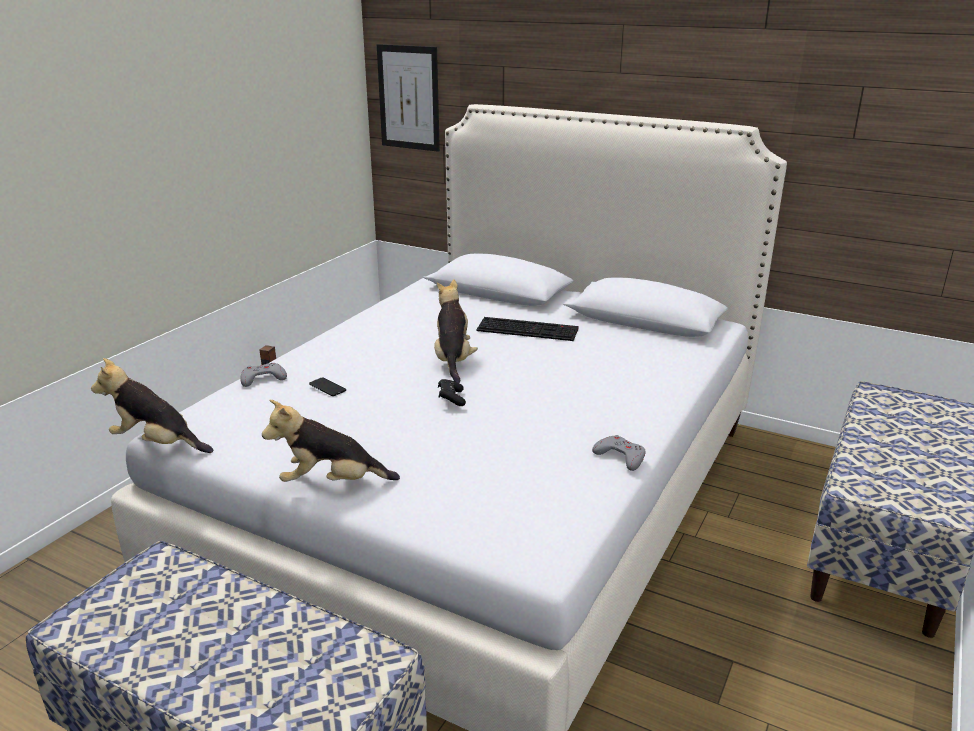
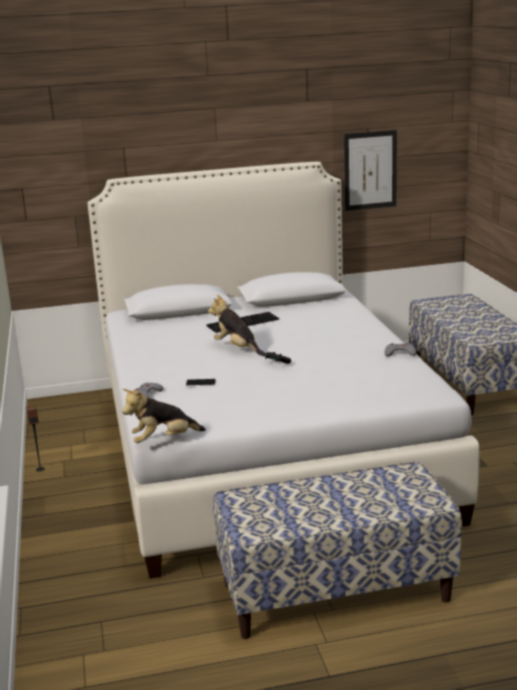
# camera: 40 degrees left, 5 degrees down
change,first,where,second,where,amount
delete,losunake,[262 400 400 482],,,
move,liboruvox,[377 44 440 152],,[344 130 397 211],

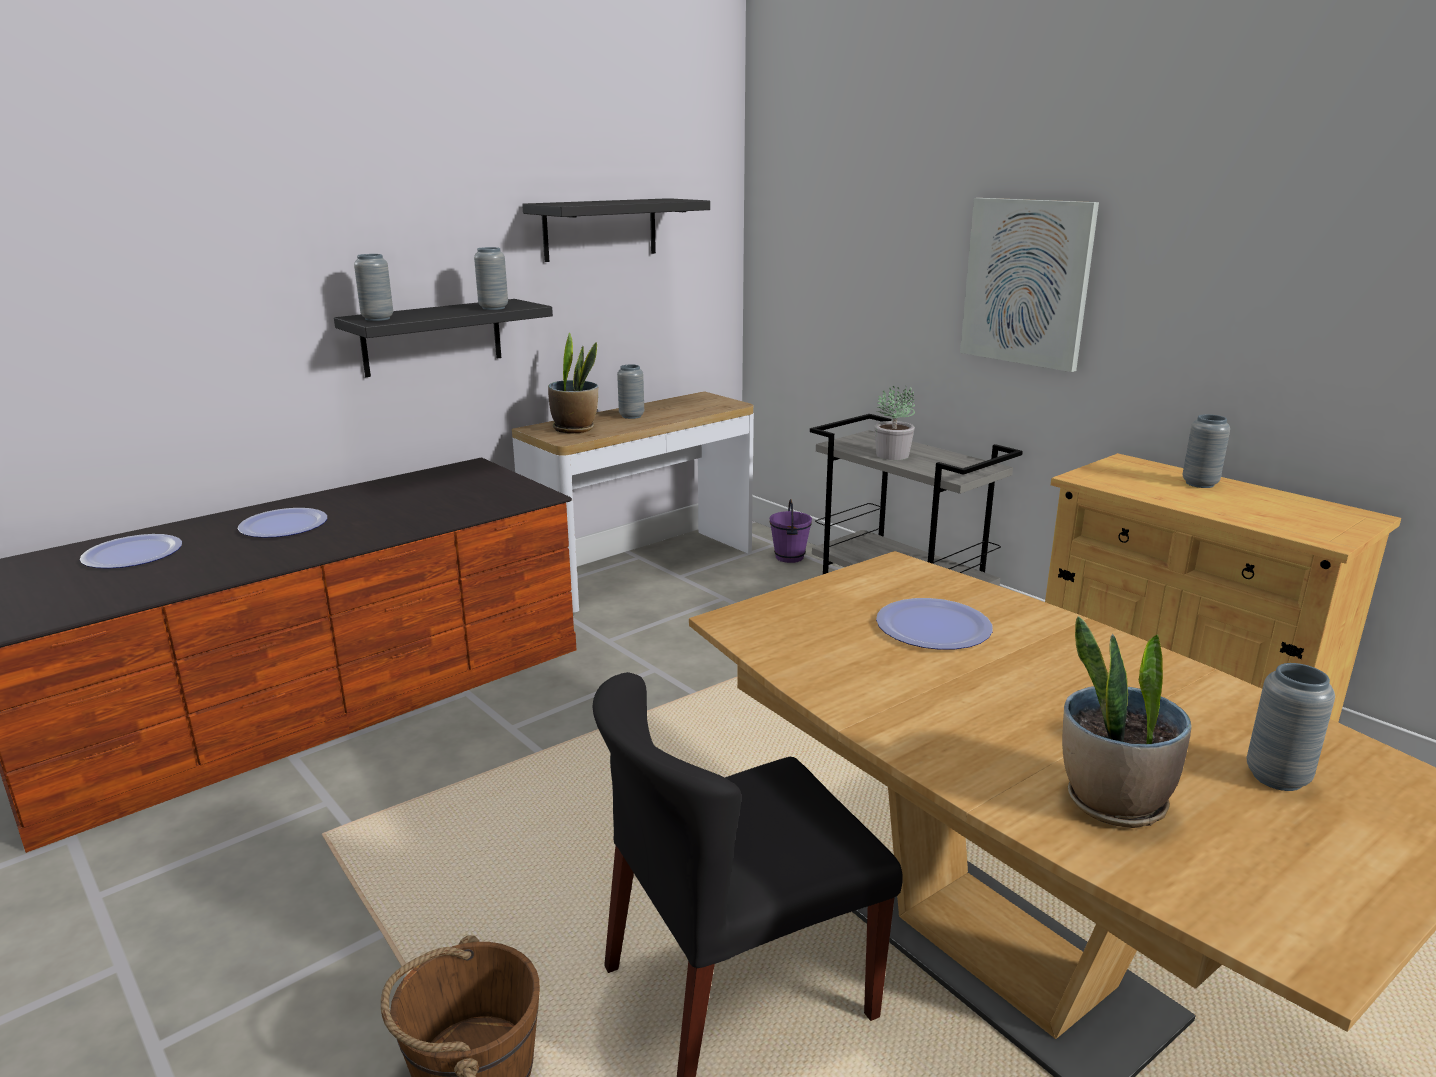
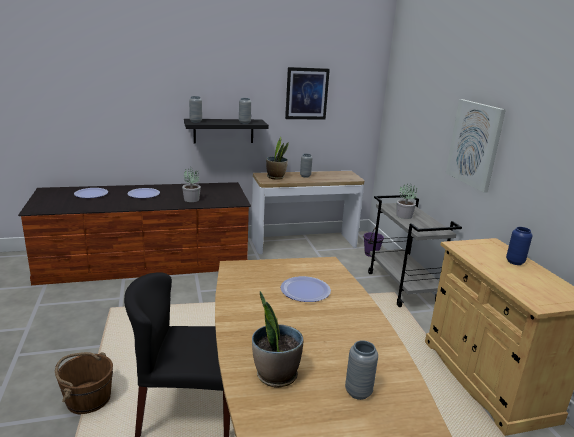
# camera: 25 degrees right, 0 degrees up
change,first,where,second,where,amount
insert,,,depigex,[182 168 201 202],
replace,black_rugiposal,[522 198 710 262],liboruvox,[285 67 330 120],
recolor,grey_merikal,[1183 414 1230 488],blue_merikal,[506 227 532 265],

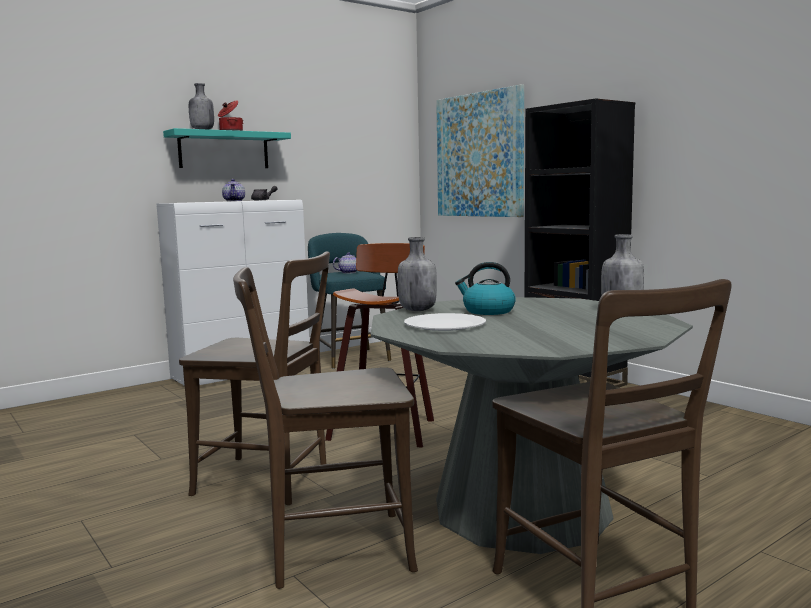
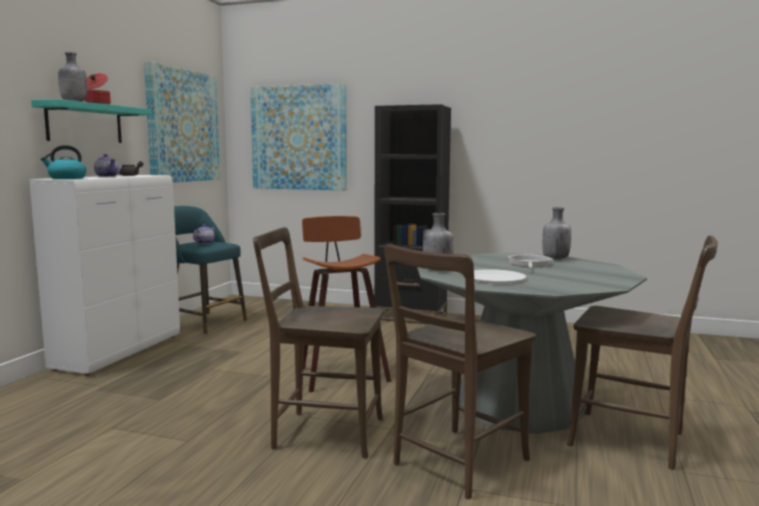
# camera: 35 degrees left, 0 degrees up
change,first,where,second,where,amount
insert,,,liboruvox,[144 61 220 183],
insert,,,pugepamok,[508 254 552 269],
move,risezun,[455 262 516 315],,[41 145 86 179],
rotate,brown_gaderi,[179 252 330 505],,[253 227 384 458],150 degrees counterclockwise

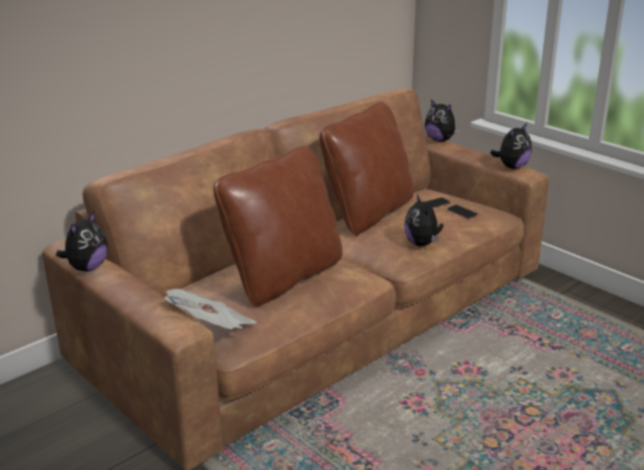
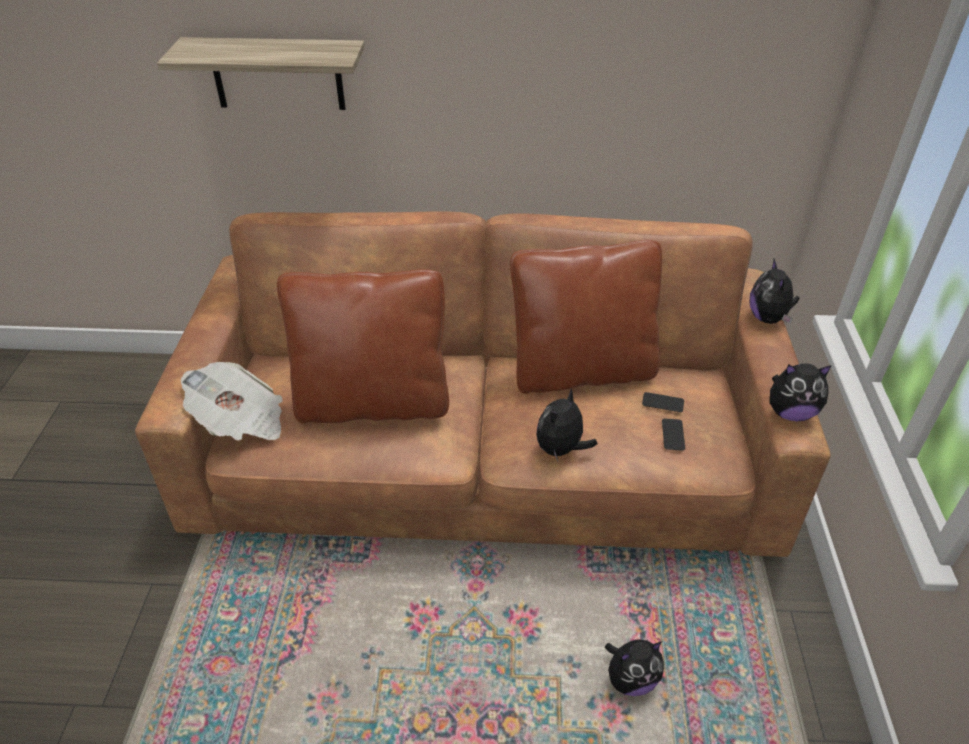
# camera: 45 degrees right, 15 degrees up
change,first,where,second,where,amount
insert,,,rugiposal,[157 37 365 110],
move,losunake,[56 212 108 271],,[605 639 664 696],

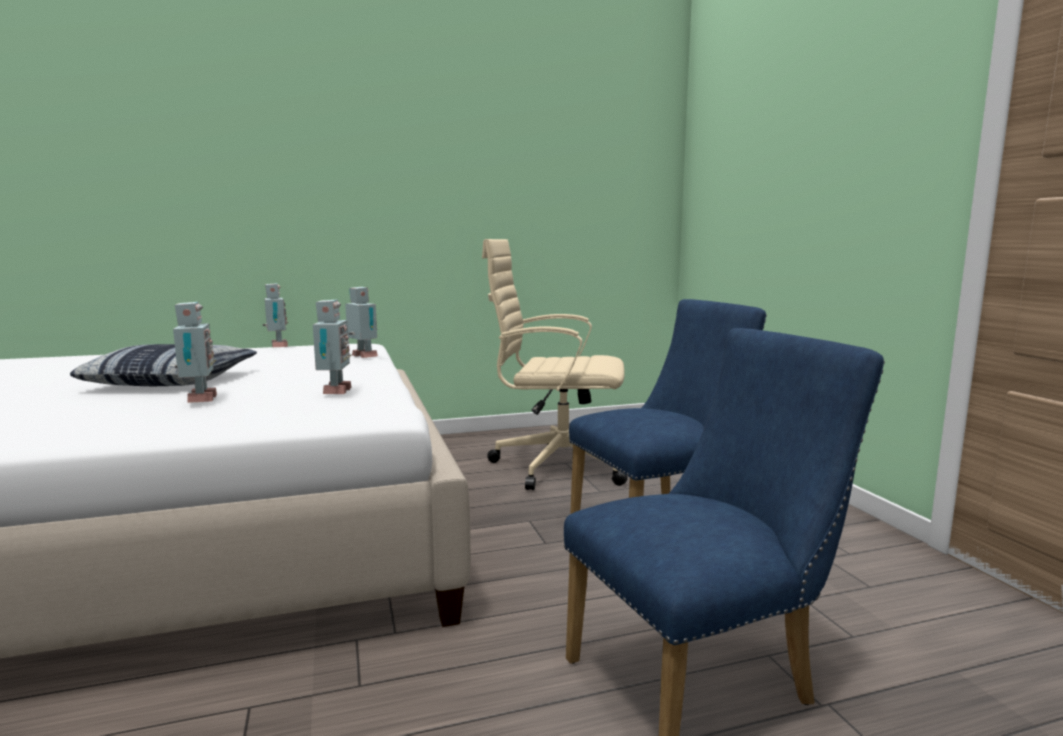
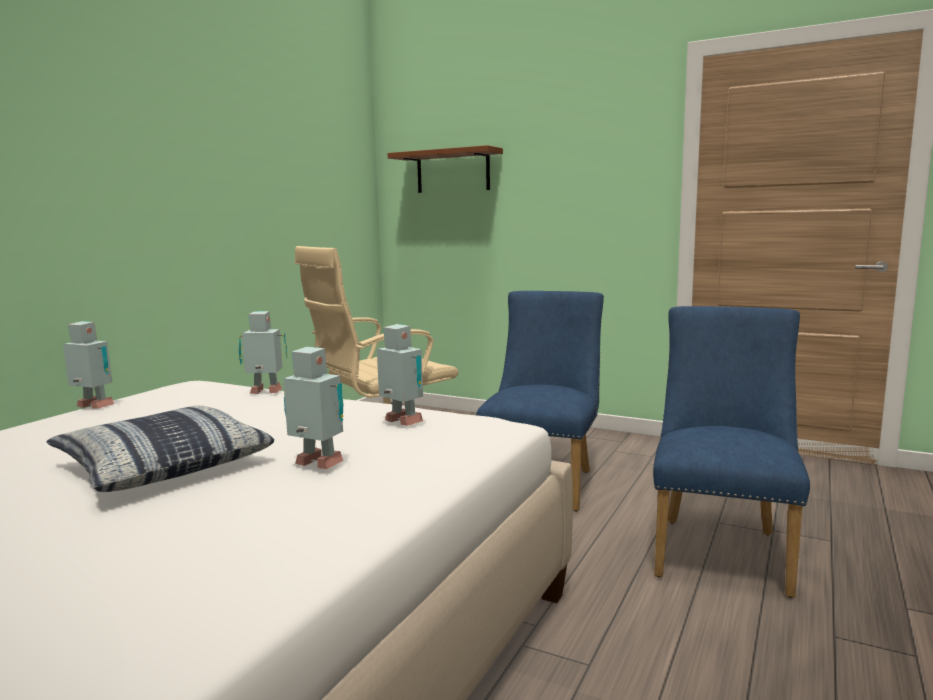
# camera: 45 degrees left, 0 degrees up
change,first,where,second,where,amount
insert,,,brown_rugiposal,[388 145 503 193],

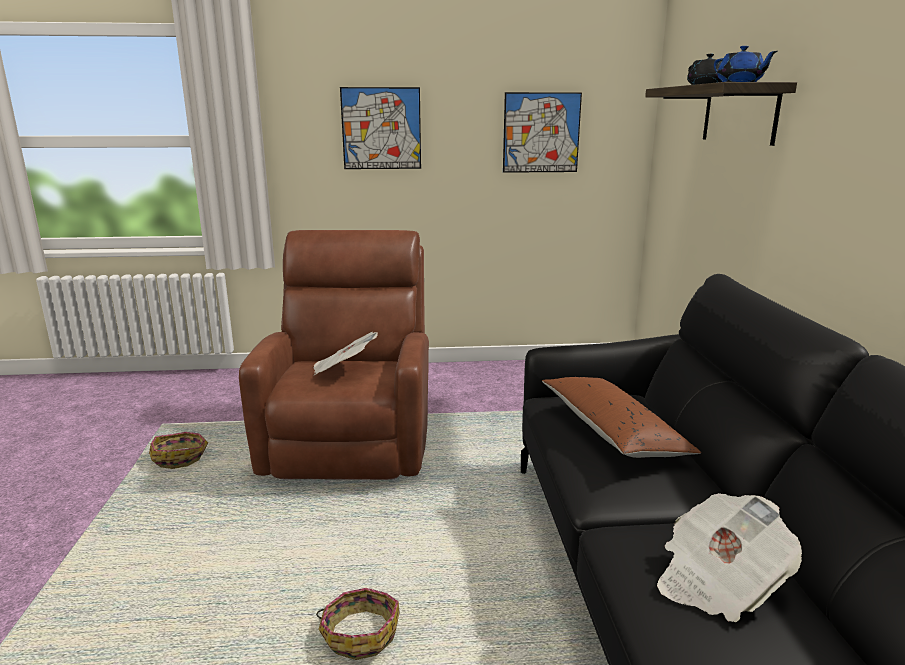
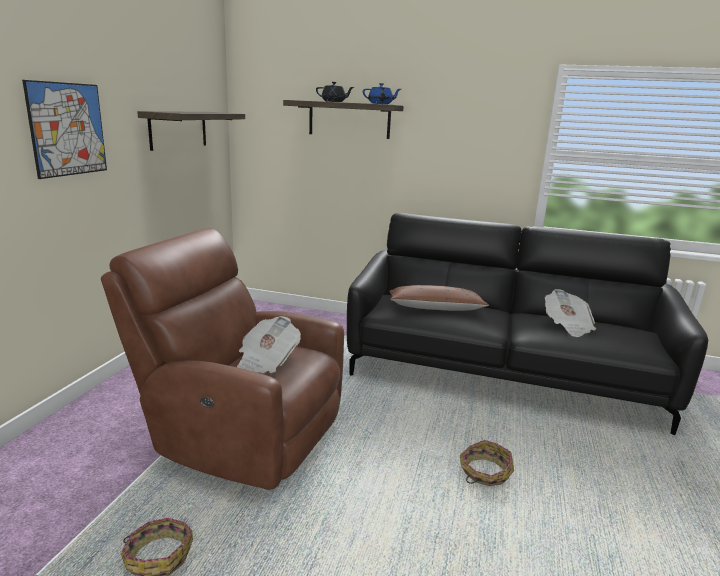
# camera: 70 degrees left, 0 degrees up
change,first,where,second,where,amount
replace,liboruvox,[503 92 582 173],rugiposal,[137 111 245 151],

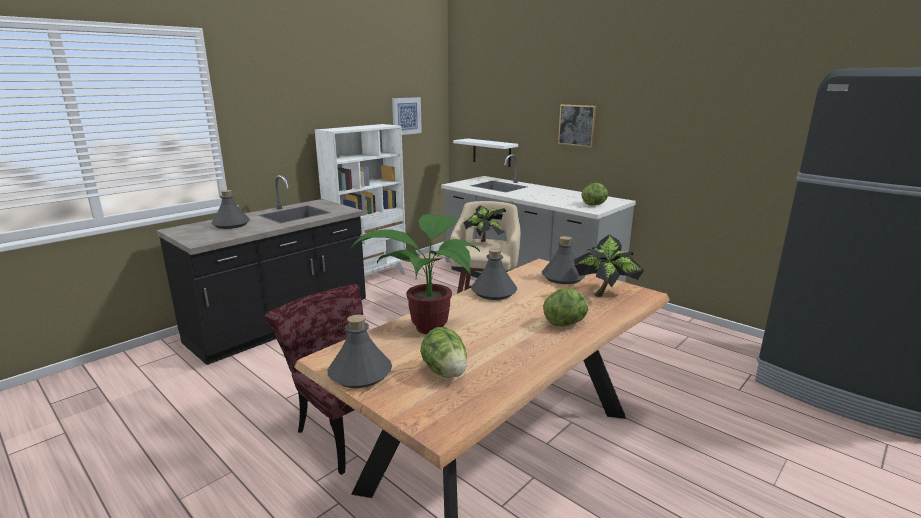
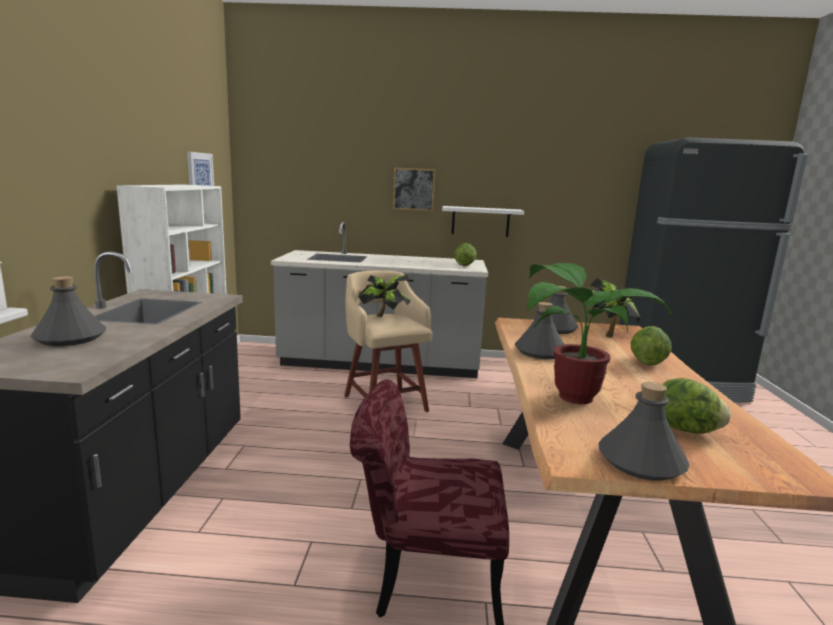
# camera: 40 degrees left, 5 degrees down
change,first,where,second,where,amount
move,white_rugiposal,[453 138 518 167],,[442 206 524 237],

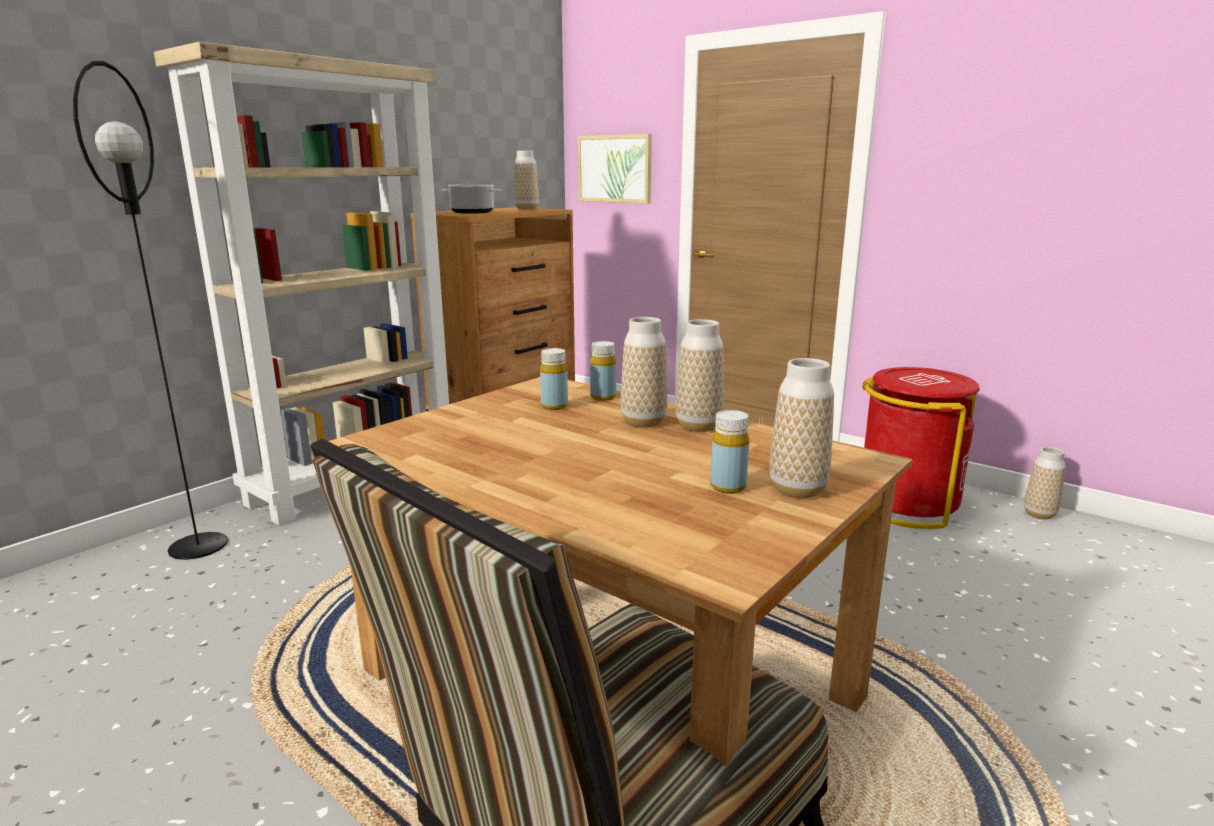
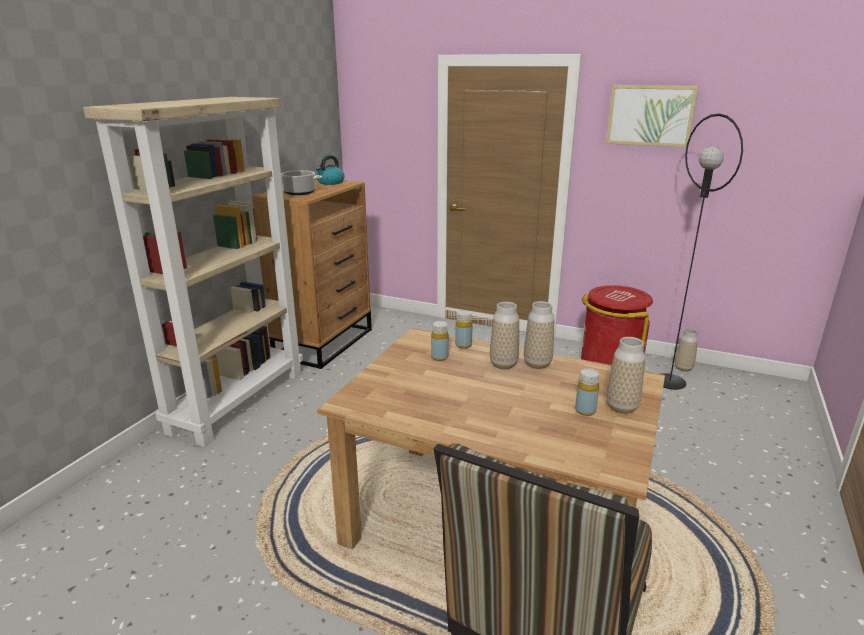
# camera: 15 degrees left, 5 degrees up
change,first,where,second,where,amount
move,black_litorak,[73 61 228 560],,[662 113 743 390],
move,liboruvox,[578 134 652 204],,[606 85 698 148],
replace,merikal,[514 151 539 210],risezun,[316 155 345 185],

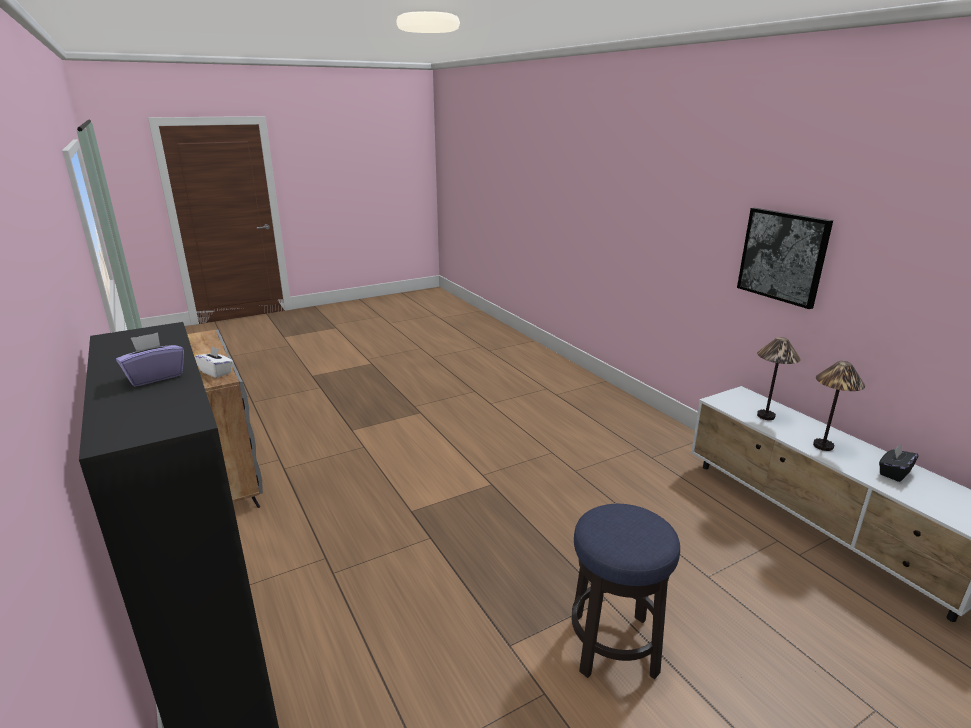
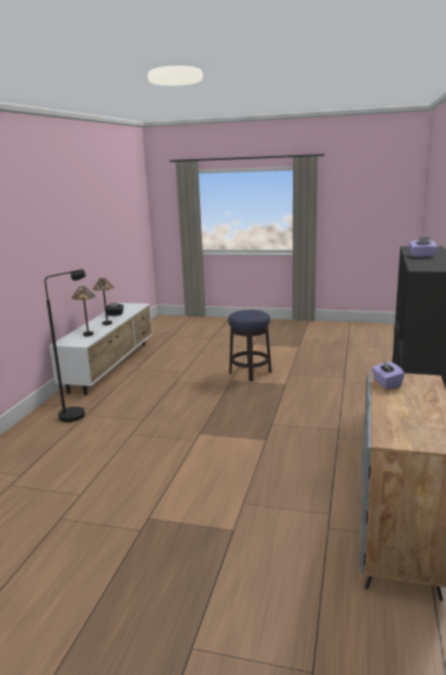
# camera: 135 degrees left, 5 degrees down
change,first,where,second,where,amount
delete,liboruvox,[737 208 833 309],,,
insert,,,black_litorak,[45 269 86 422],
recolor,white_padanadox,[195 346 233 378],purple_padanadox,[372 358 405 389],

